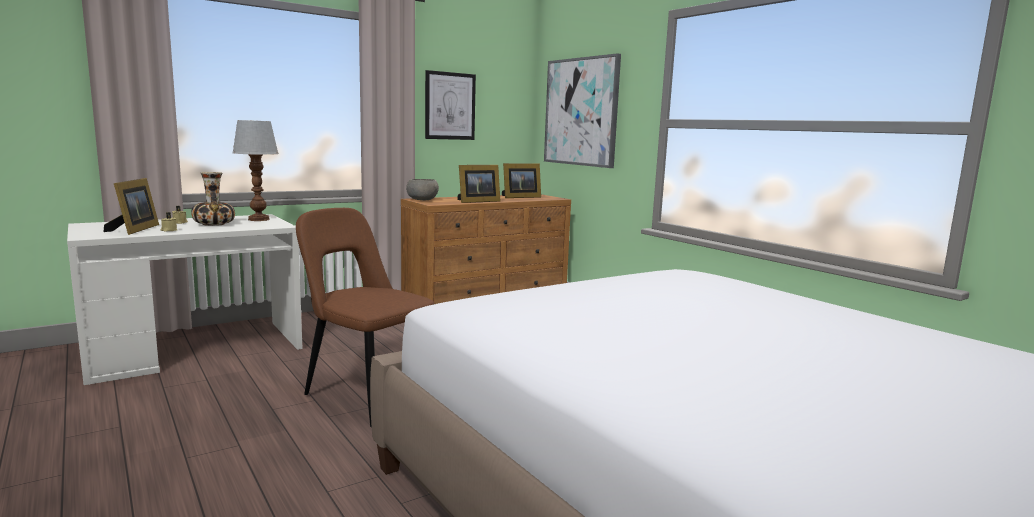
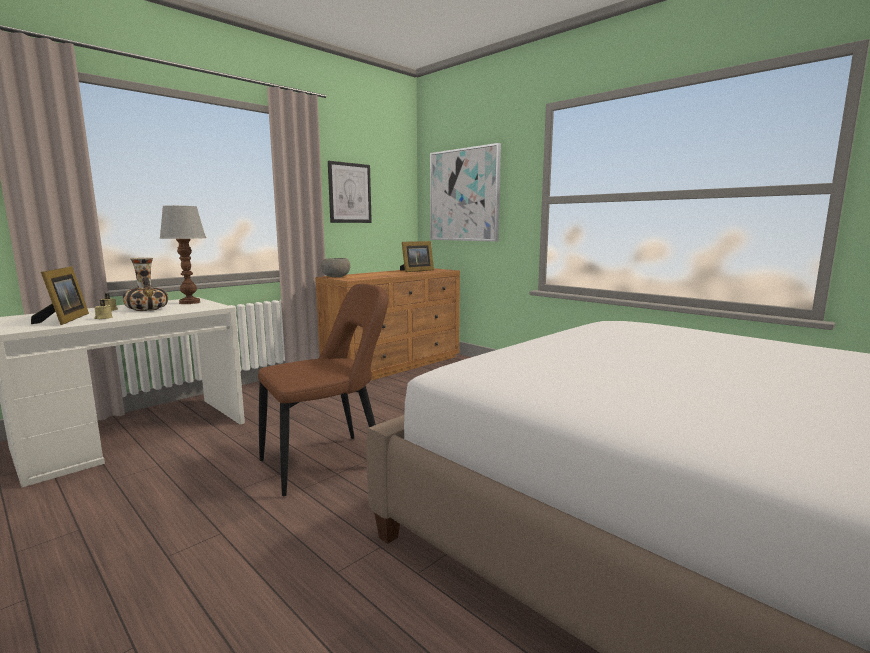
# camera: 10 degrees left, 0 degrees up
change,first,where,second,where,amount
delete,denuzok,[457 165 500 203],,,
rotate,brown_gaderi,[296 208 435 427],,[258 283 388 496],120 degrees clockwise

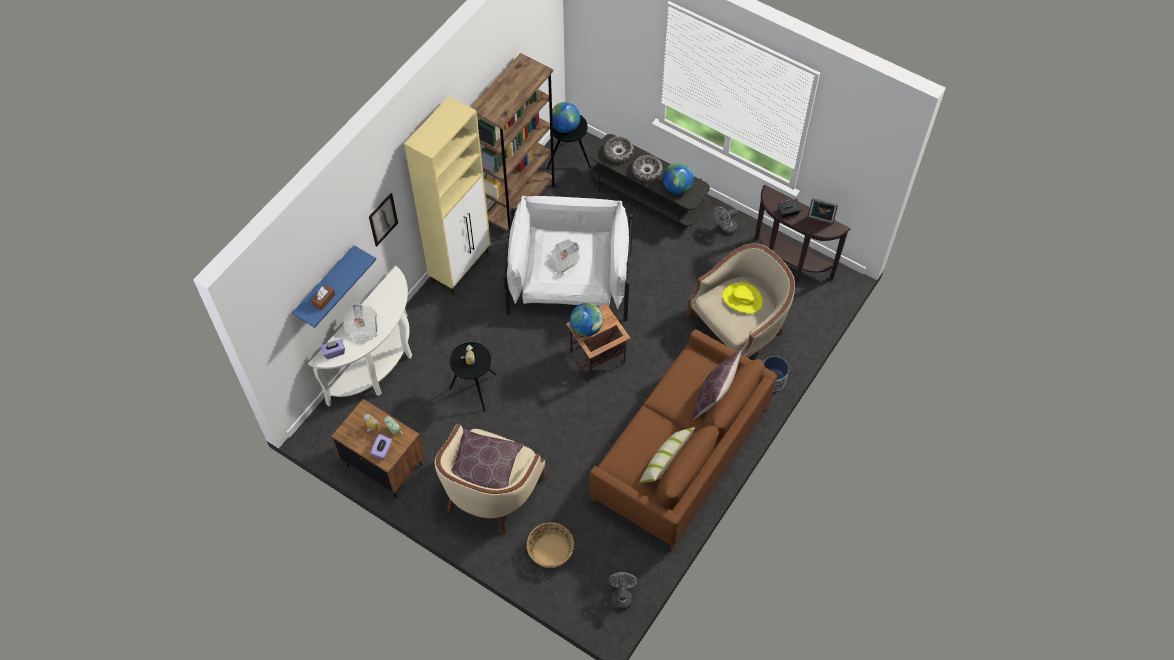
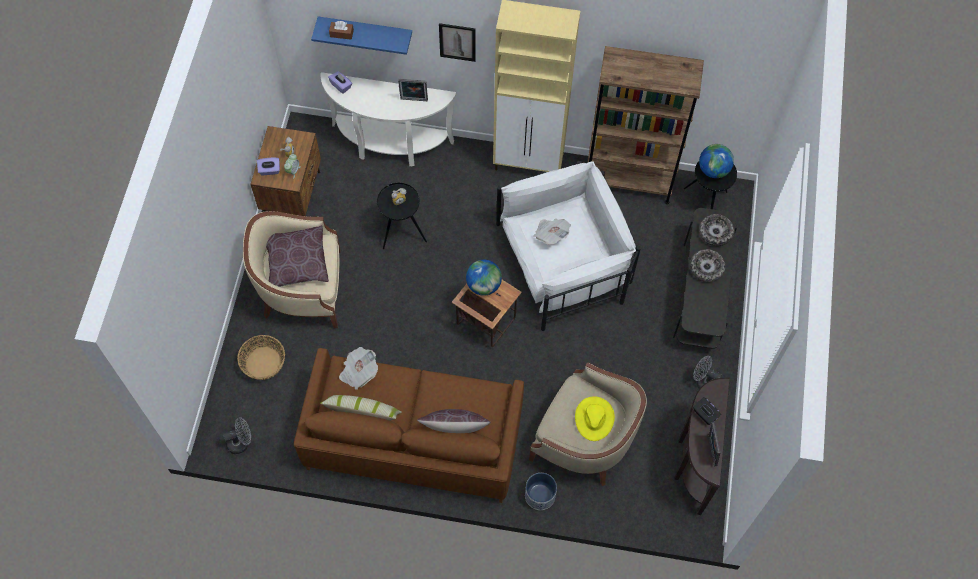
# camera: 65 degrees right, 5 degrees up
change,first,where,second,where,amount
delete,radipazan,[663 163 694 194],,,
insert,,,denuzok,[398 79 428 101],
move,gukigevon,[343 303 378 346],,[339 347 378 390],

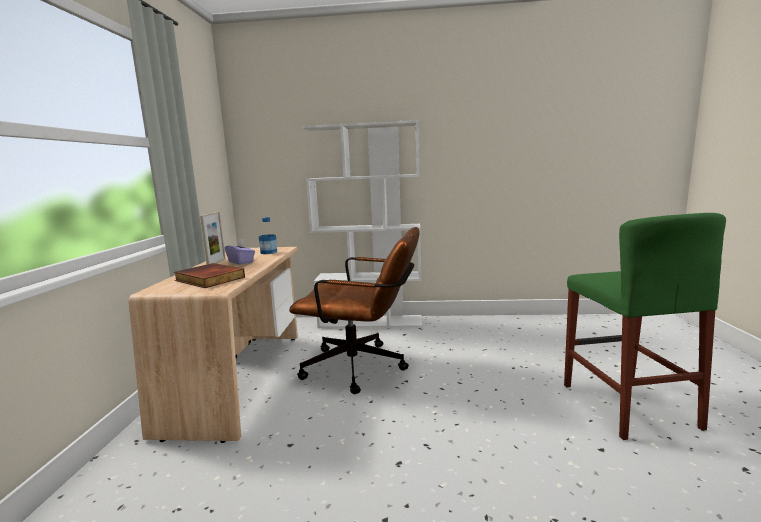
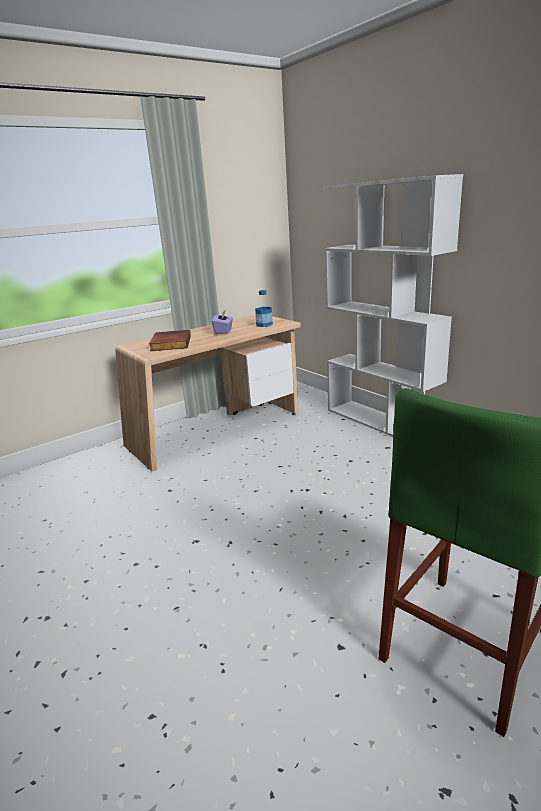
# camera: 50 degrees right, 10 degrees up
change,first,where,second,where,amount
delete,denuzok,[200 212 226 264],,,
delete,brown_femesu,[289 227 420 394],,,

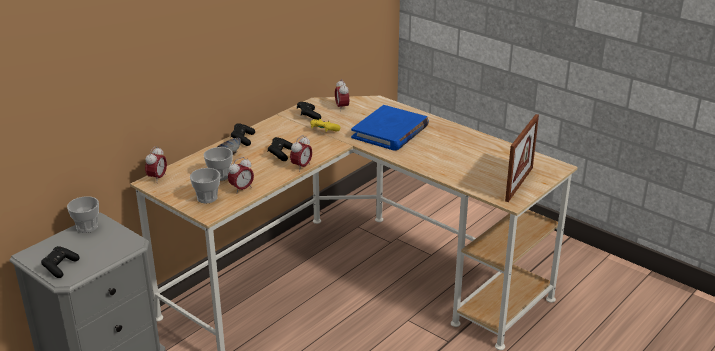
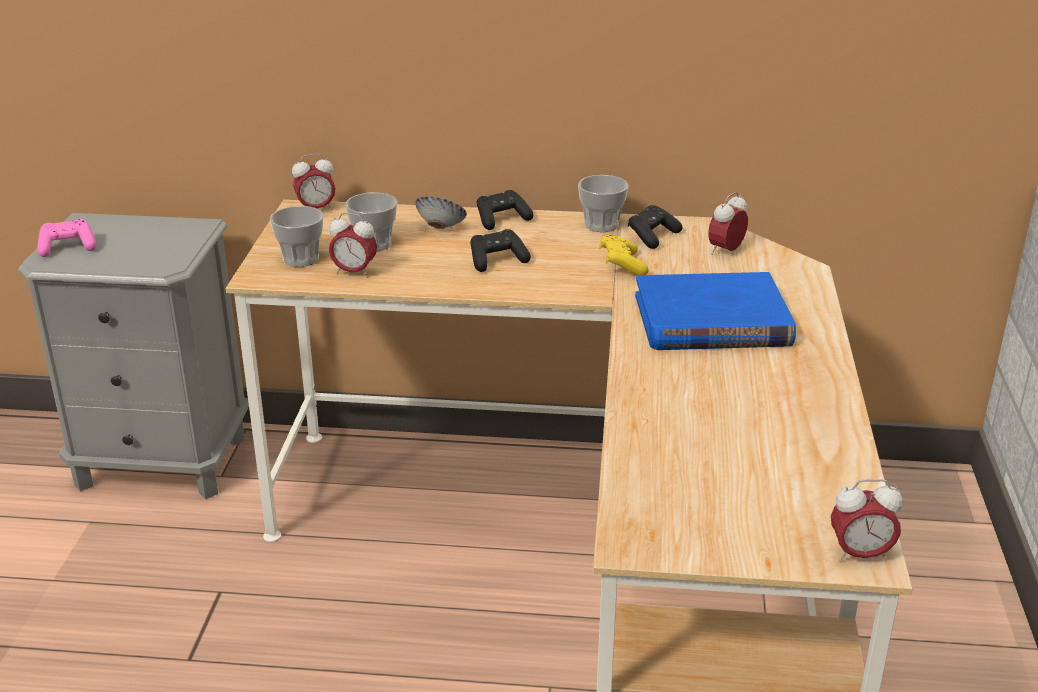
# camera: 55 degrees right, 0 degrees up
change,first,where,second,where,amount
delete,denuzok,[505 114 539 202],,,
move,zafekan,[67 196 99 233],,[578 175 629 232],
move,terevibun,[290 135 312 168],,[831 479 903 562],
recolor,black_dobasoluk,[41 246 80 278],pink_dobasoluk,[37 219 96 257],

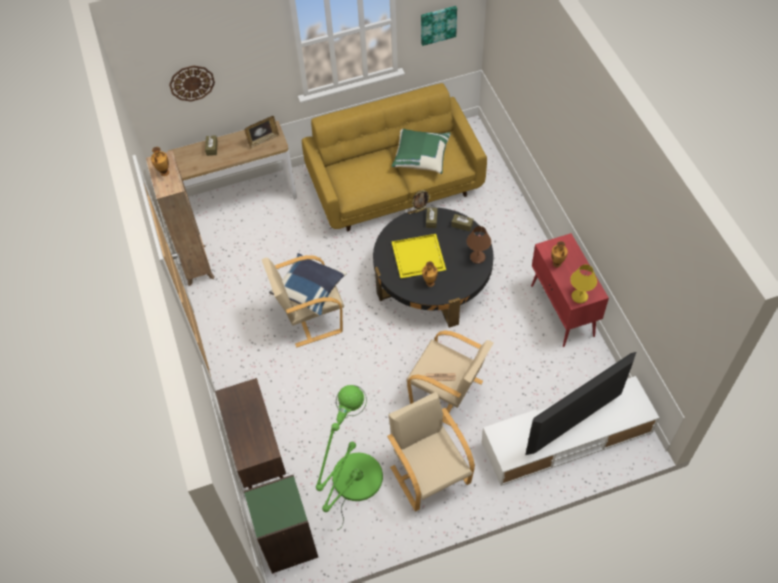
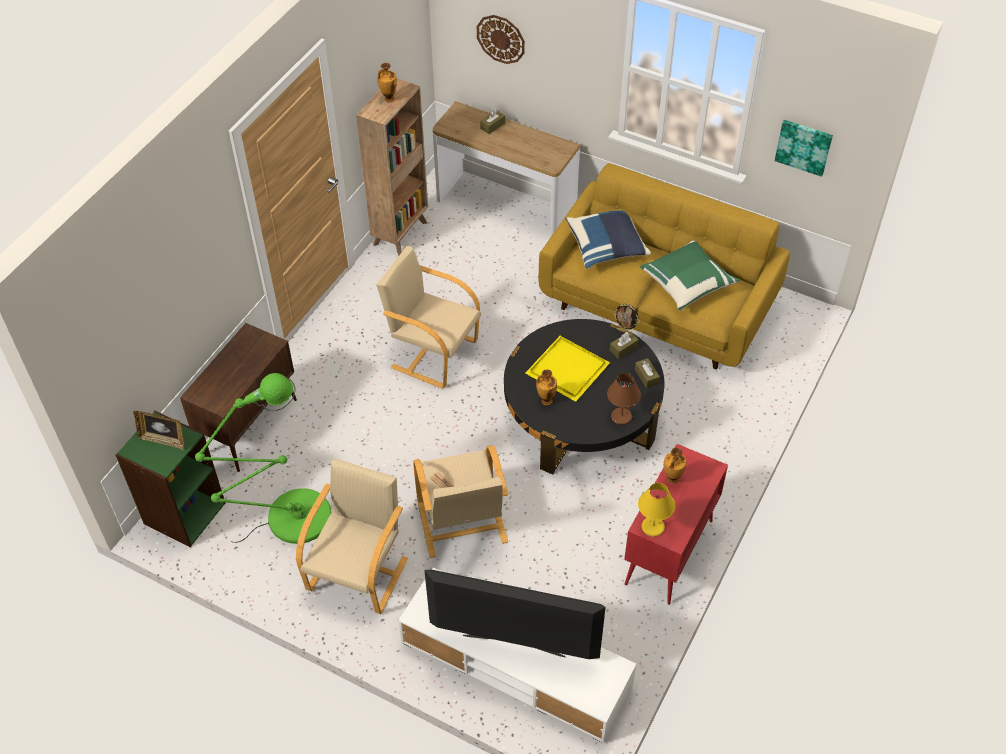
# camera: 45 degrees right, 5 degrees down
change,first,where,second,where,amount
move,denuzok,[244 116 280 148],,[134 411 184 450],
move,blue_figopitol,[269 253 347 316],,[565 210 651 269],

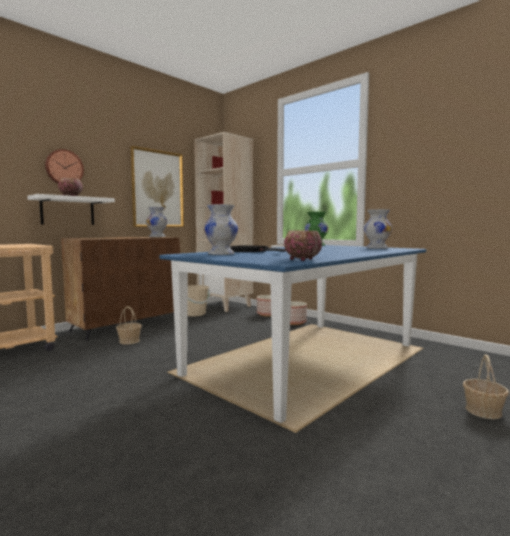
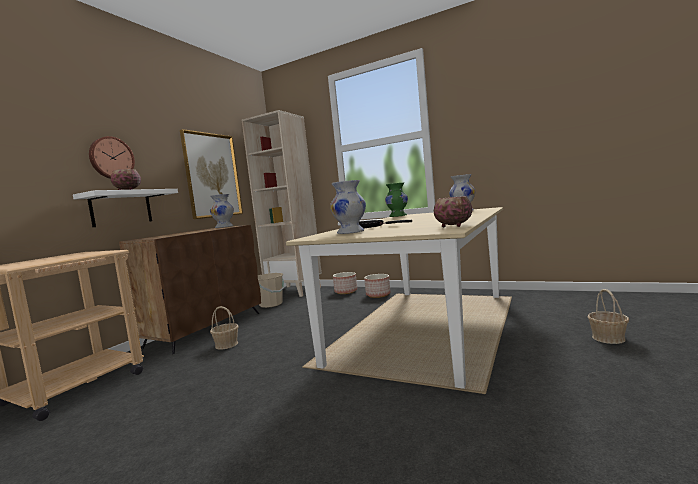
# camera: 15 degrees left, 0 degrees up
change,first,where,second,where,amount
recolor,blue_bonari,[160 245 426 423],beige_bonari,[286 207 503 389],

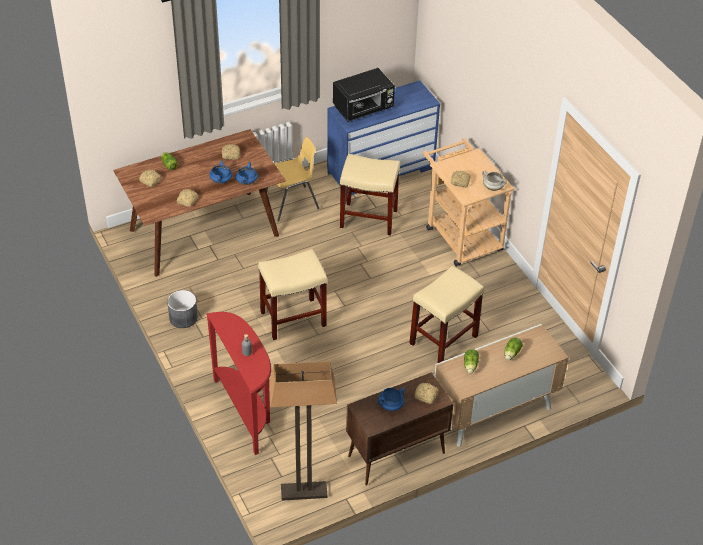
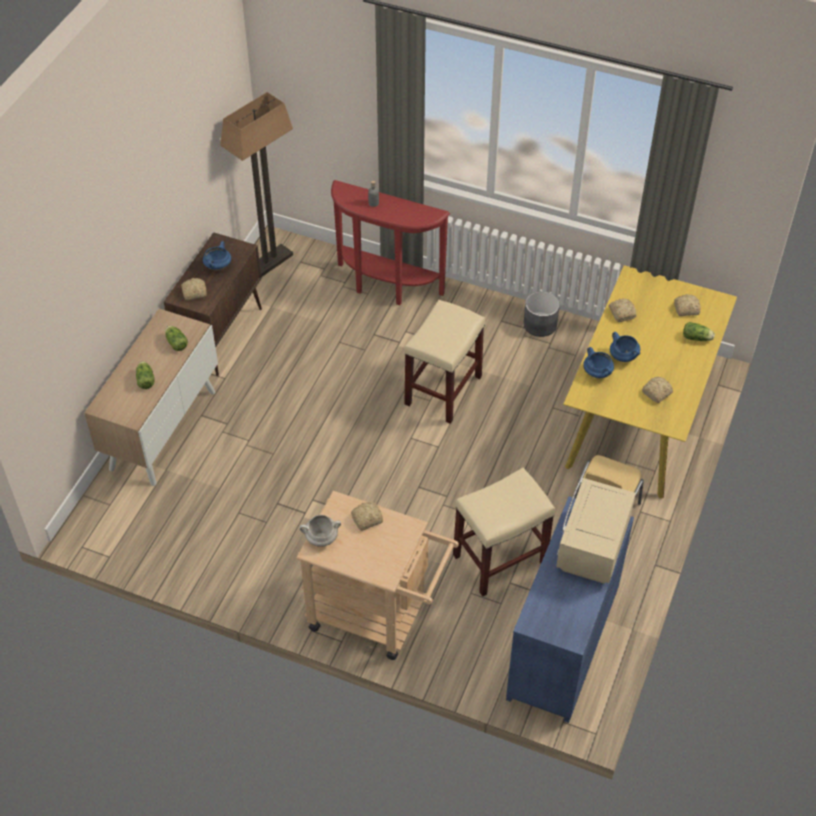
# camera: 140 degrees right, 5 degrees up
change,first,where,second,where,amount
delete,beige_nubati,[409 266 484 363],,,
recolor,brown_bonari,[113 129 286 277],yellow_bonari,[563 265 737 499],
recolor,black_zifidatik,[333 68 395 122],beige_zifidatik,[556 478 636 583],

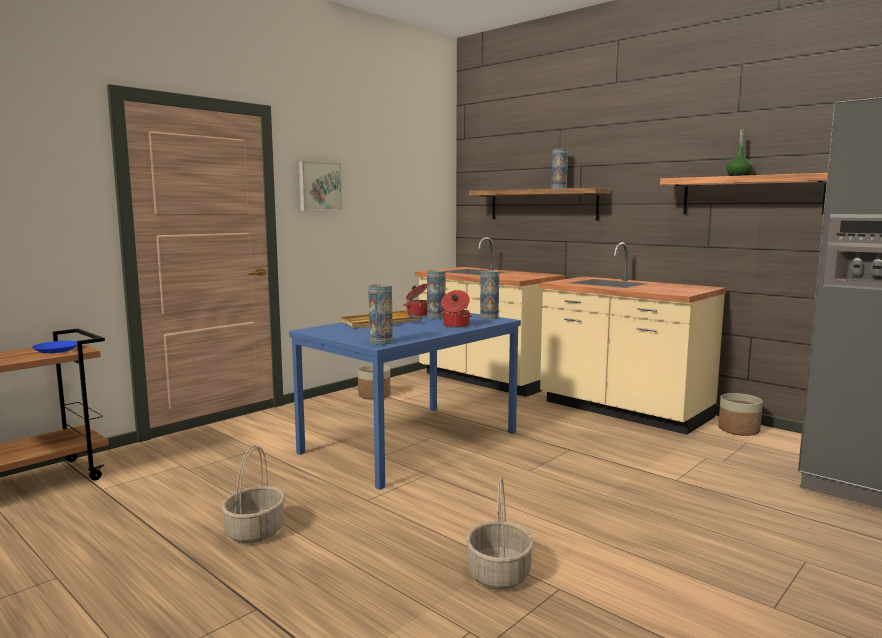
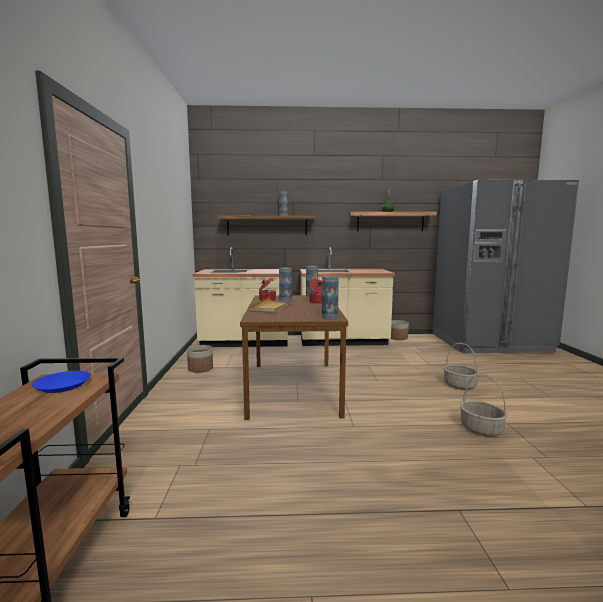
# camera: 45 degrees left, 0 degrees up
change,first,where,second,where,amount
delete,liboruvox,[299 161 342 211],,,
move,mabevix,[222 445 285 544],,[443 343 479 390],
recolor,blue_bonari,[289 313 521 490],brown_bonari,[240 295 348 420],

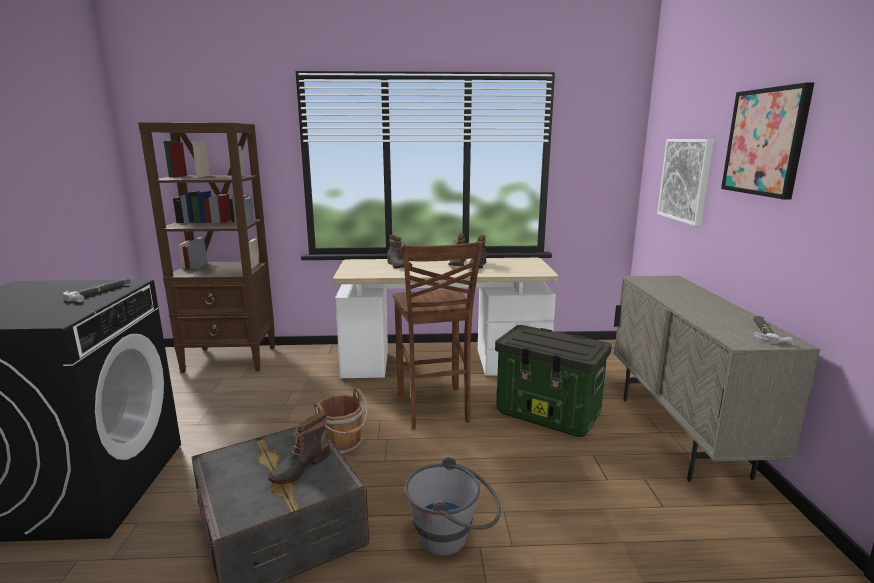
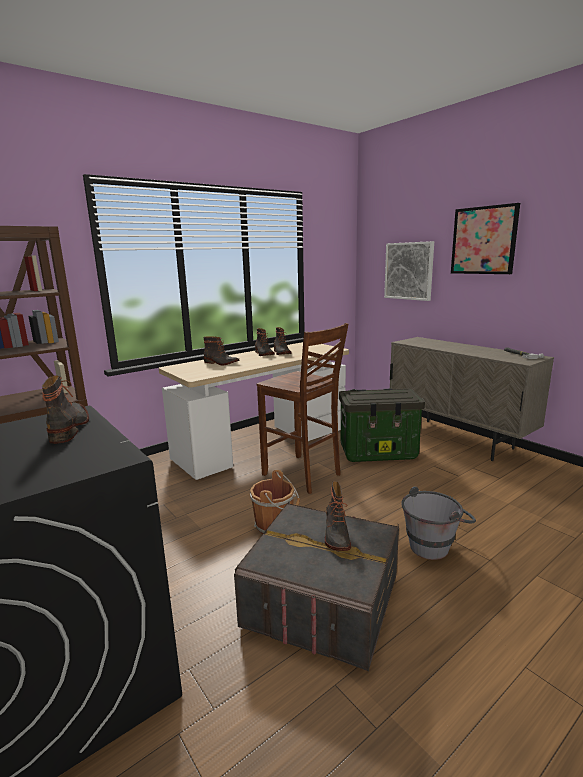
# camera: 35 degrees left, 0 degrees up
change,first,where,second,where,amount
replace,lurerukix,[63 278 130 303],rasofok,[42 375 89 444],

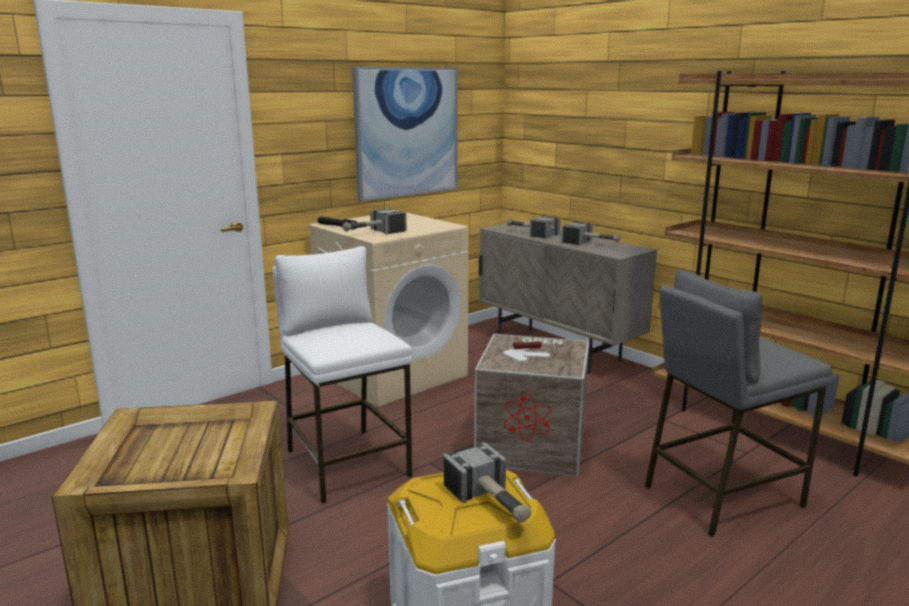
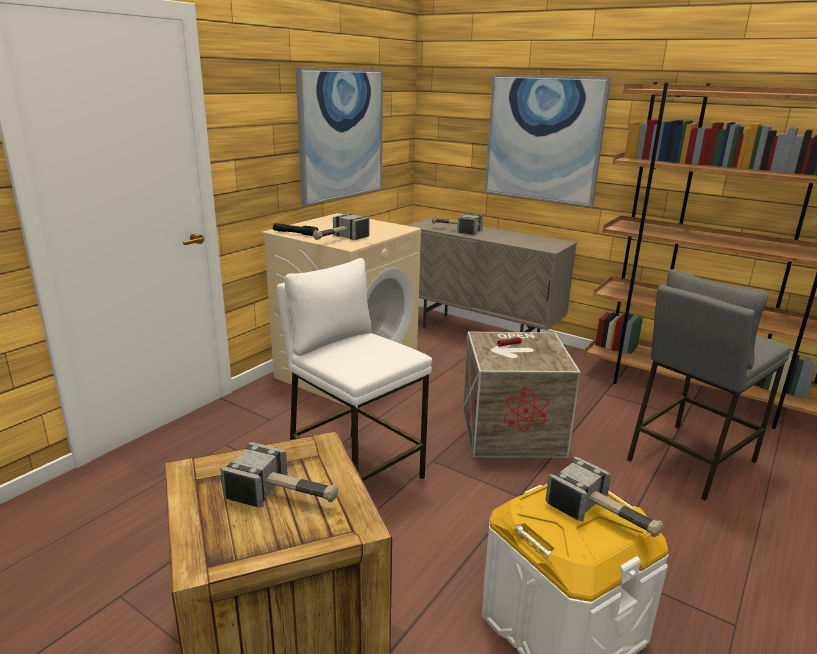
# camera: 15 degrees left, 5 degrees up
change,first,where,second,where,amount
insert,,,liboruvox,[484 74 611 207],
move,lurerukix,[561 222 621 245],,[221 442 339 507],

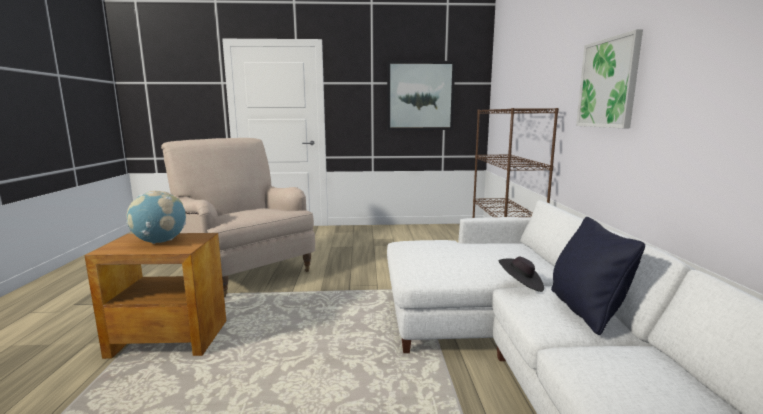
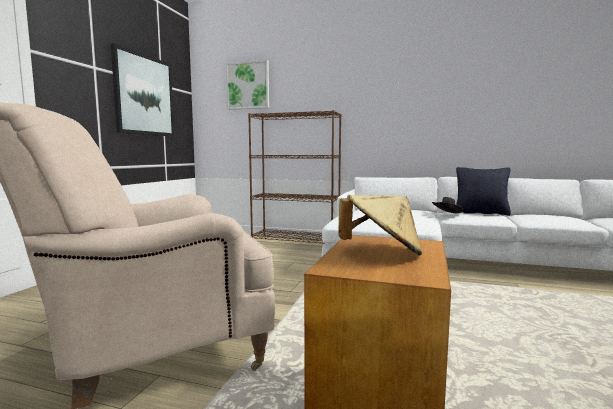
# camera: 70 degrees left, 5 degrees down
change,first,where,second,where,amount
move,liboruvox,[576 29 643 128],,[226 60 269 110],
replace,radipazan,[126 190 186 244],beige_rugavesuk,[338 194 422 256],

